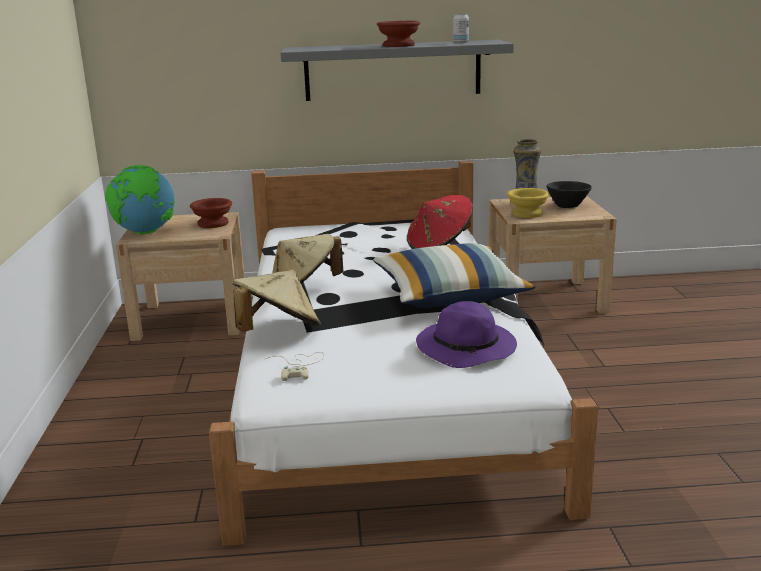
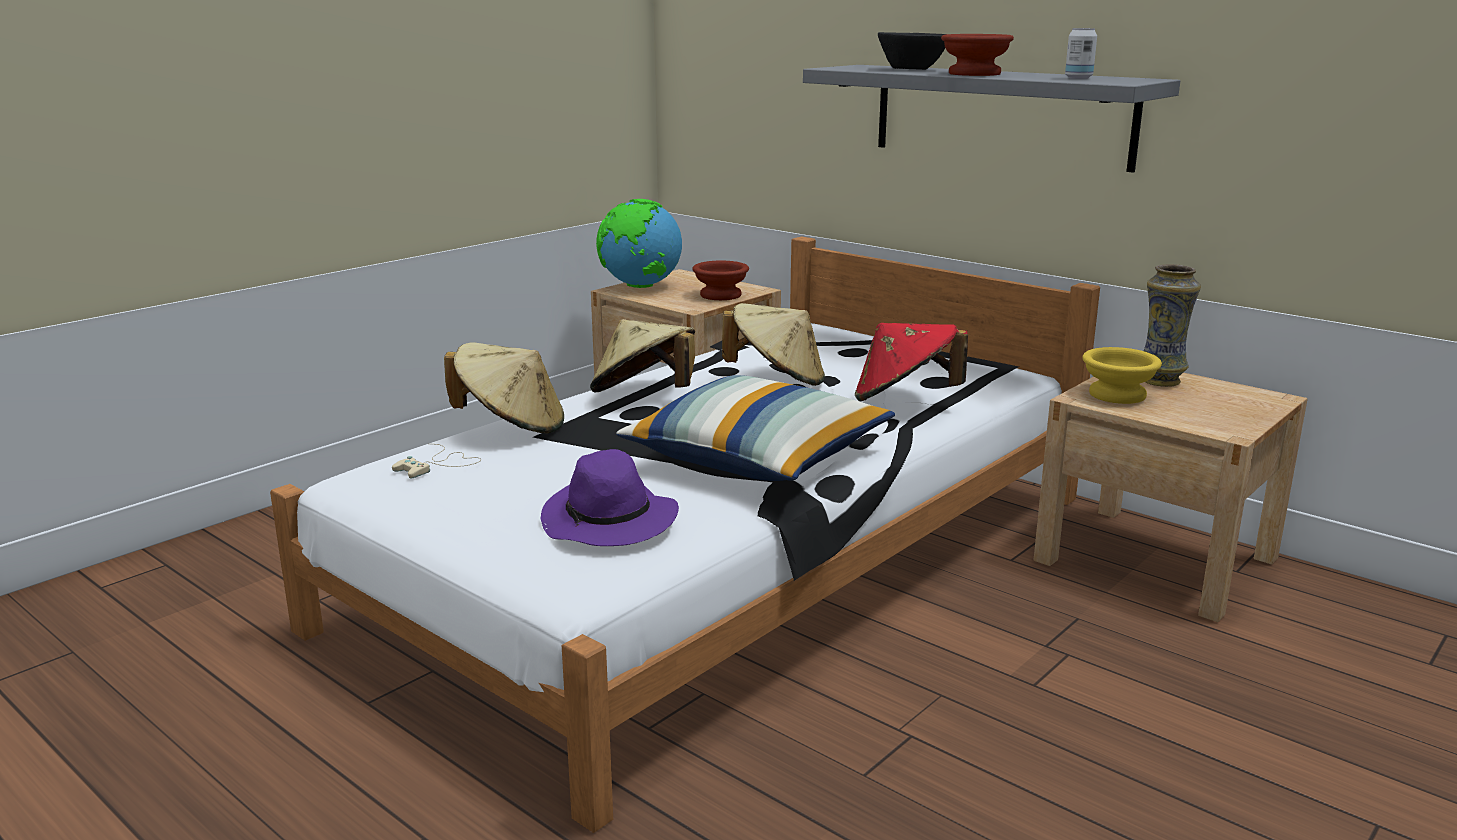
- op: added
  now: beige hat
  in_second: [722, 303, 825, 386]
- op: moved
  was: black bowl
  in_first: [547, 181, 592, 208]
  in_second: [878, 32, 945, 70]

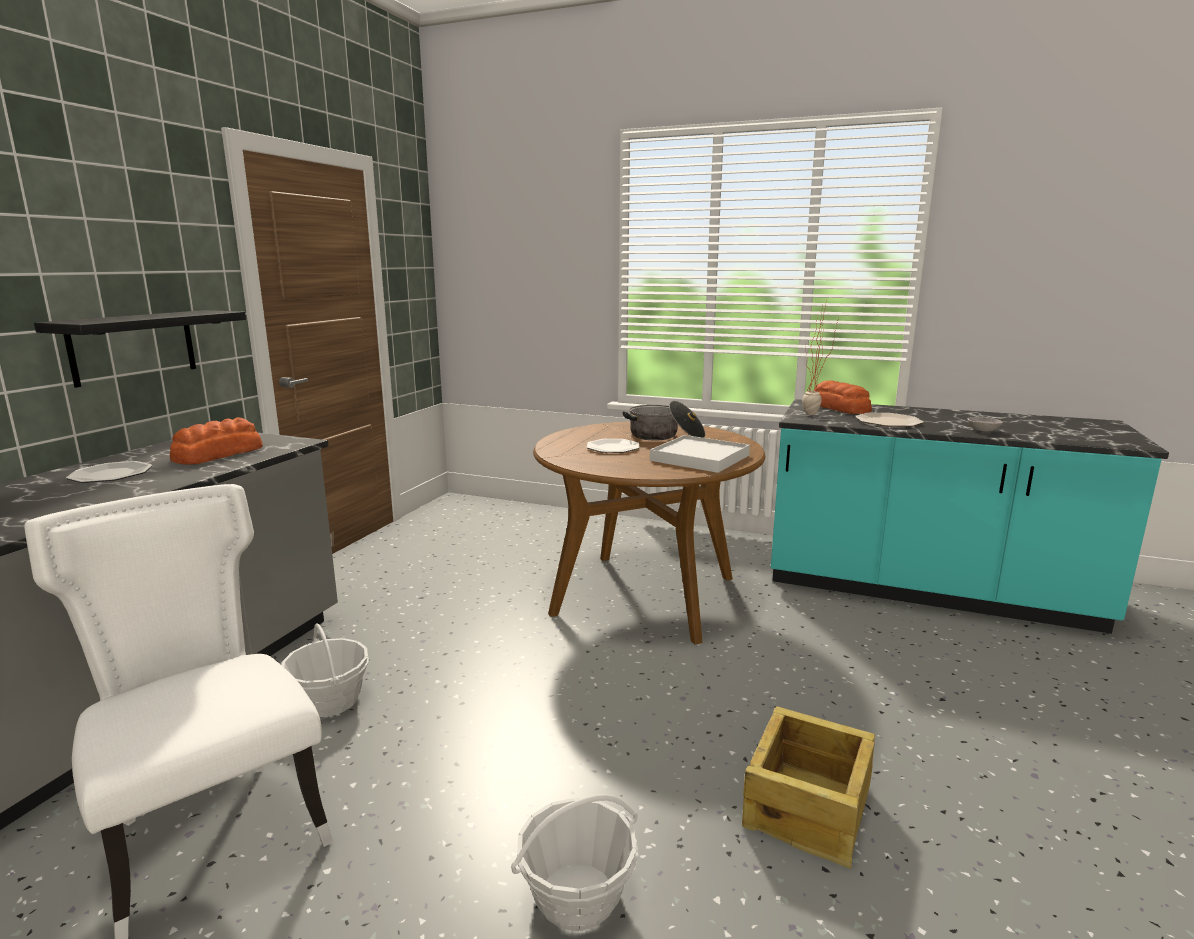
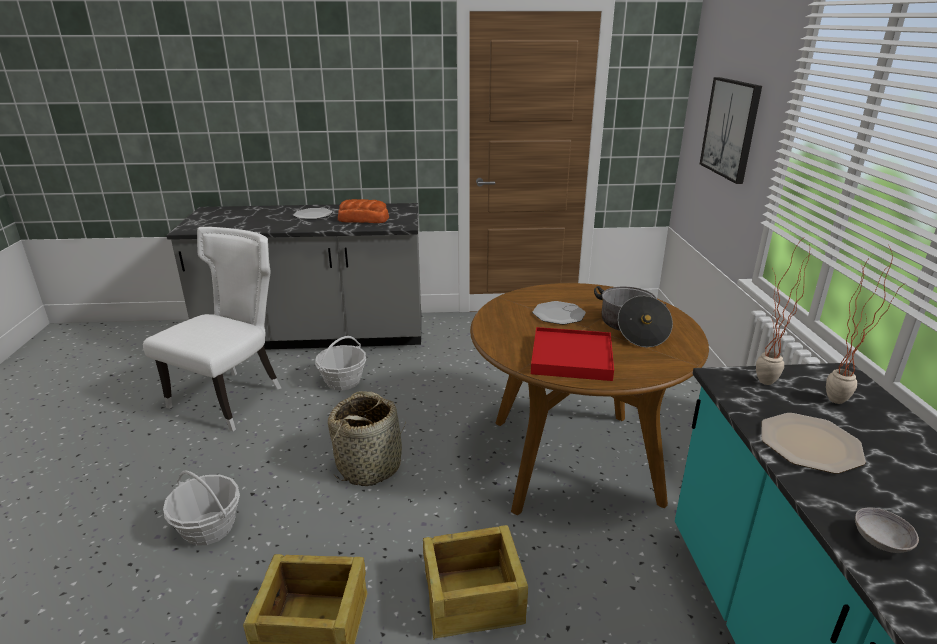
- op: added
  now: basket
  in_second: [328, 391, 406, 486]
- op: added
  now: crate
  in_second: [423, 525, 528, 640]
- op: recoloured
  was: white tray
  now: red tray
  in_first: [650, 435, 750, 473]
  in_second: [531, 327, 614, 381]
- op: added
  now: picture
  in_second: [700, 77, 762, 184]
- op: replaced
  was: bread
  now: potted plant
  in_first: [815, 381, 872, 414]
  in_second: [826, 249, 907, 404]
- op: removed
  was: black shelf
  in_first: [34, 310, 246, 388]

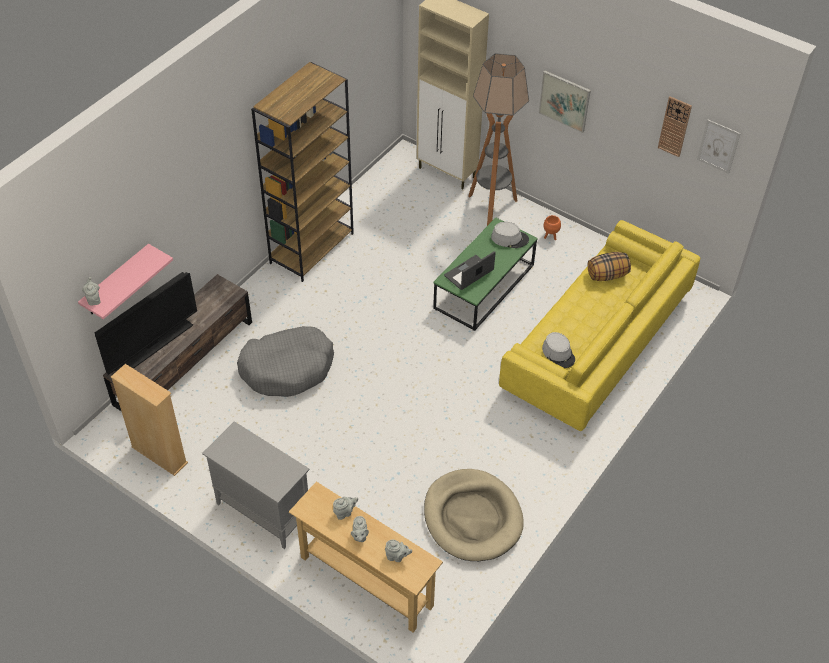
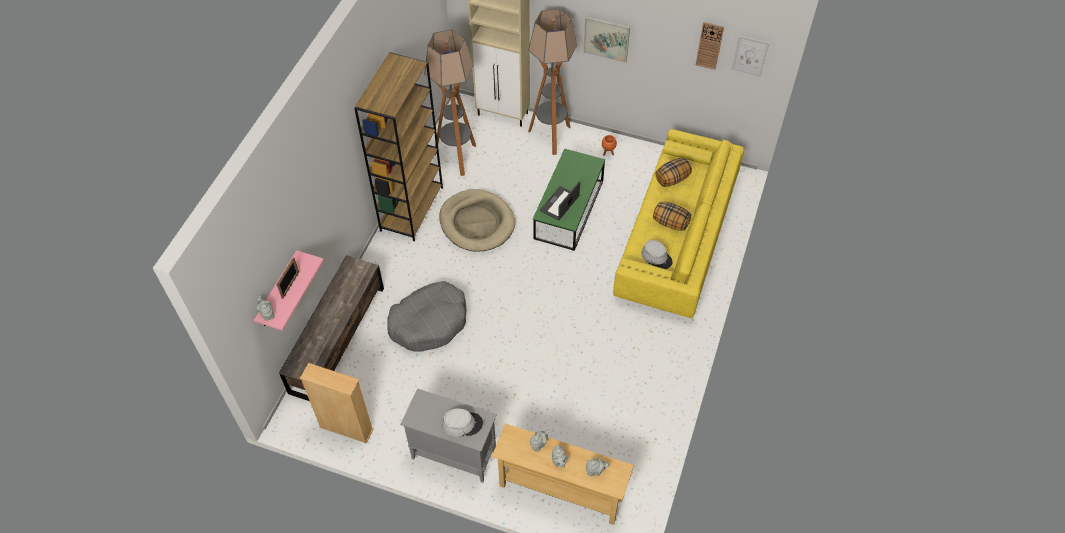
- op: added
  now: picture frame
  in_second: [276, 258, 299, 299]
- op: added
  now: floor lamp
  in_second: [424, 29, 476, 176]
- op: moved
  was: beige dog bed
  in_first: [424, 469, 524, 561]
  in_second: [439, 189, 515, 252]
- op: moved
  was: grey hat
  in_first: [491, 222, 529, 248]
  in_second: [442, 408, 483, 437]
- op: added
  now: pillow
  in_second: [653, 201, 691, 231]
- op: removed
  was: television
  in_first: [95, 272, 197, 375]

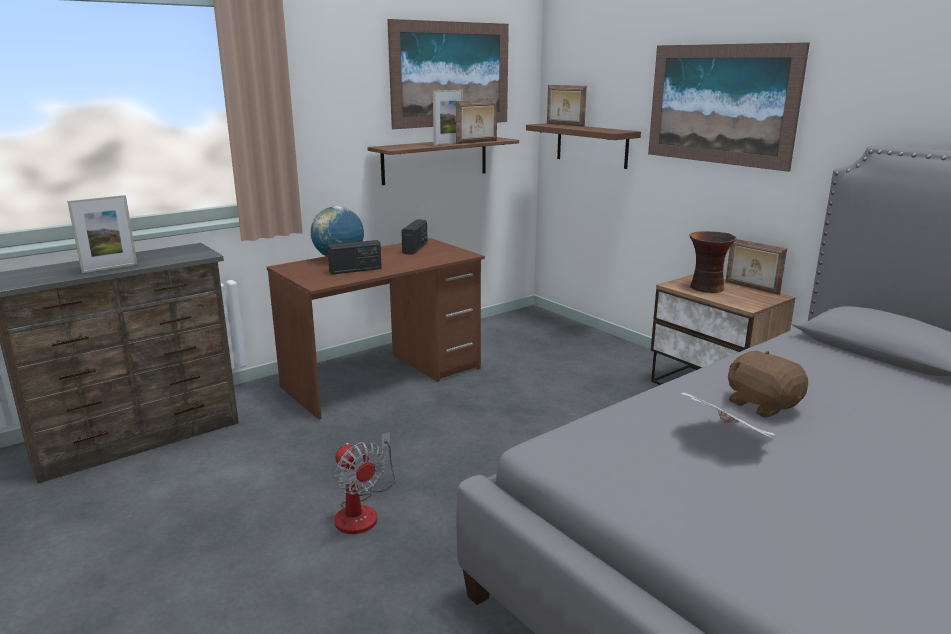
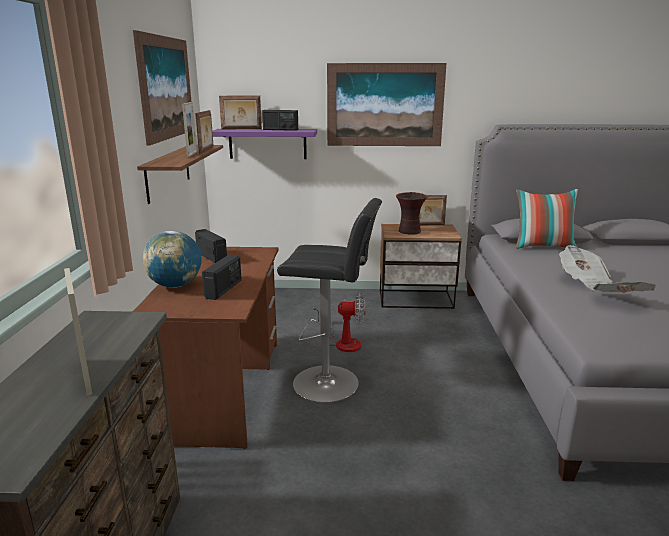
- op: turned
  was: picture frame
  in_first: [67, 195, 138, 273]
  in_second: [64, 268, 92, 395]
  clockwise: 150
- op: recoloured
  was: brown shelf
  now: purple shelf
  in_first: [526, 123, 641, 169]
  in_second: [212, 129, 317, 159]
- op: added
  now: radio
  in_second: [262, 110, 298, 131]
- op: added
  now: black stool
  in_second: [277, 198, 382, 403]
- op: moved
  was: fan
  in_first: [334, 432, 395, 534]
  in_second: [313, 293, 365, 352]
- op: added
  now: pillow
  in_second: [516, 189, 578, 249]
- op: replaced
  was: brown plush toy
  now: newspaper
  in_first: [728, 351, 808, 418]
  in_second: [559, 245, 612, 291]

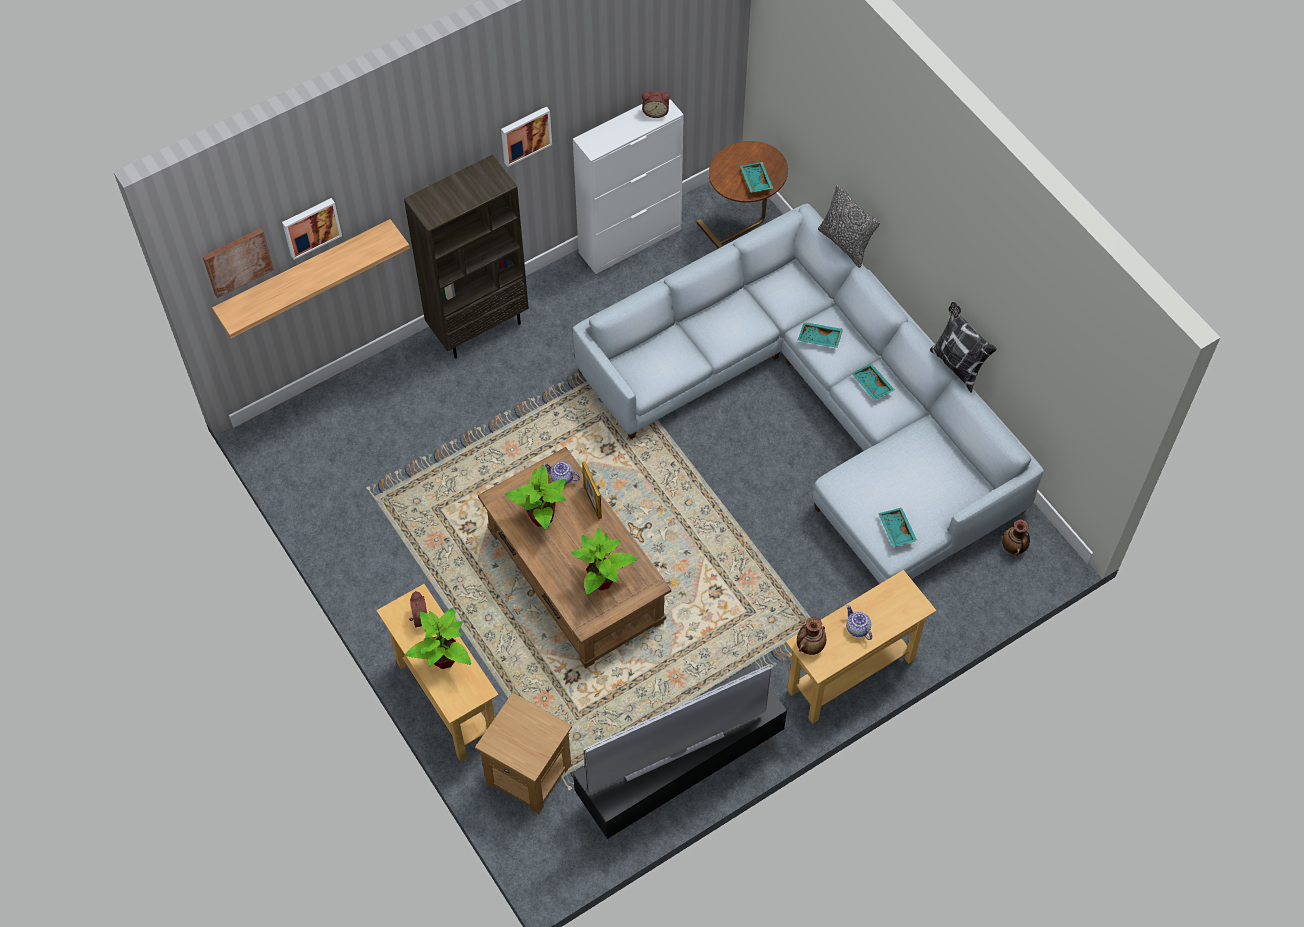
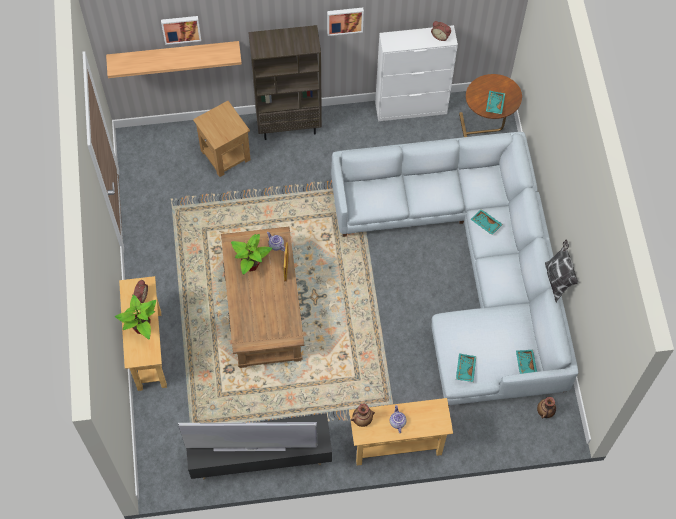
- op: moved
  was: brown side table
  in_first: [475, 693, 572, 814]
  in_second: [193, 101, 251, 177]
- op: moved
  was: turquoise tray
  in_first: [851, 363, 895, 400]
  in_second: [516, 350, 537, 374]
- op: removed
  was: picture
  in_first: [202, 228, 274, 298]
- op: removed
  was: potted plant
  in_first: [571, 528, 638, 595]
- op: removed
  was: pillow
  in_first: [818, 184, 880, 268]

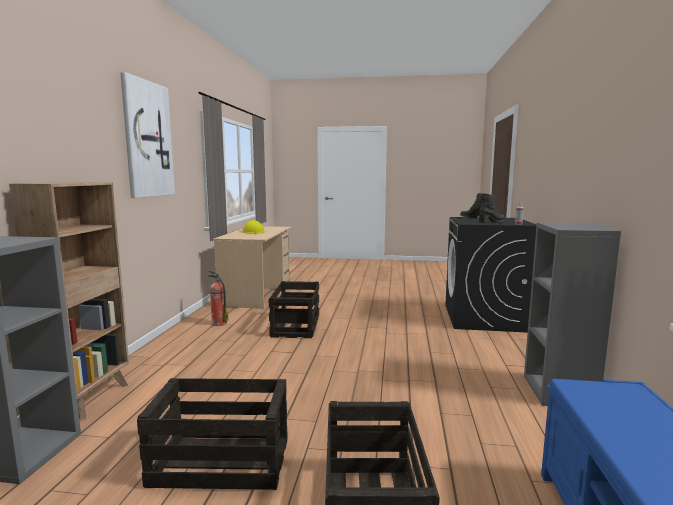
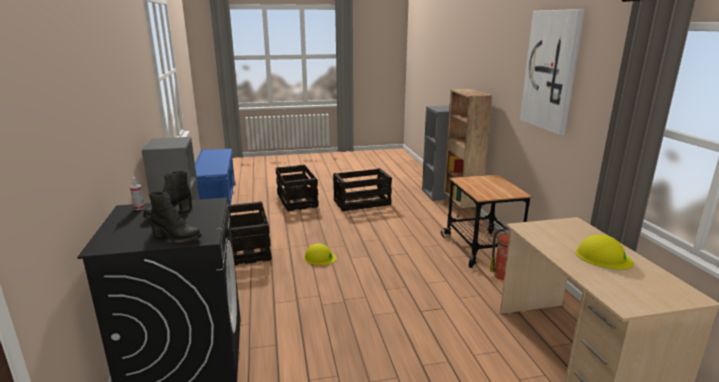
- op: moved
  was: crate
  in_first: [269, 281, 319, 338]
  in_second: [228, 201, 271, 265]
- op: added
  now: yellow hard hat
  in_second: [304, 243, 337, 265]
- op: added
  now: cart
  in_second: [441, 174, 532, 268]

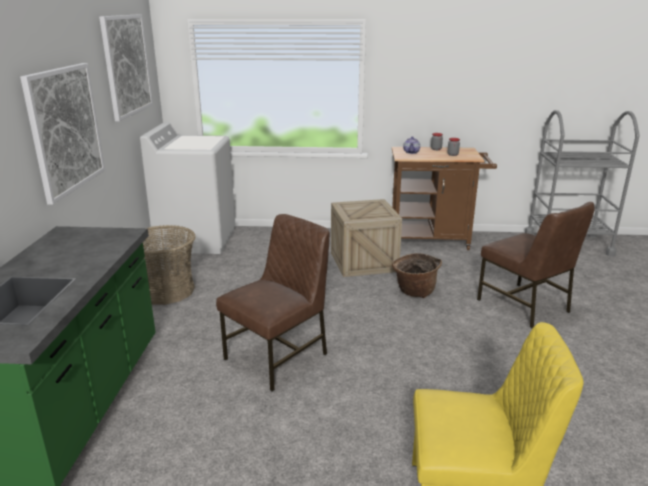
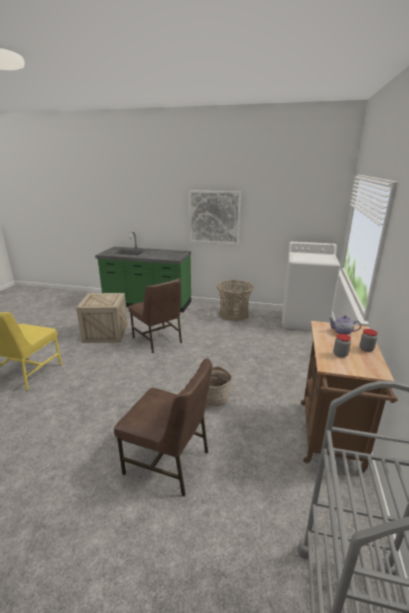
- op: moved
  was: crate
  in_first: [331, 199, 402, 277]
  in_second: [76, 293, 128, 343]
- op: turned
  was: brown chair
  in_first: [477, 202, 595, 328]
  in_second: [114, 358, 212, 497]
  clockwise: -135
- op: removed
  was: picture
  in_first: [99, 14, 153, 121]

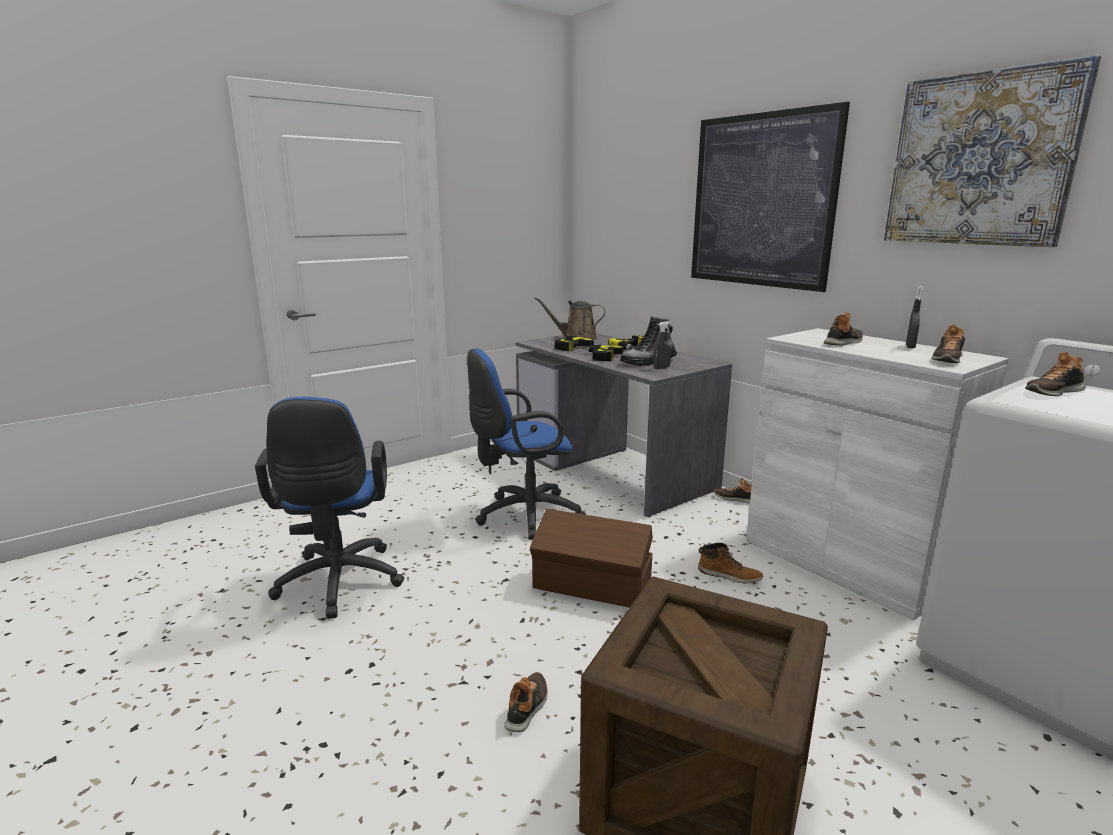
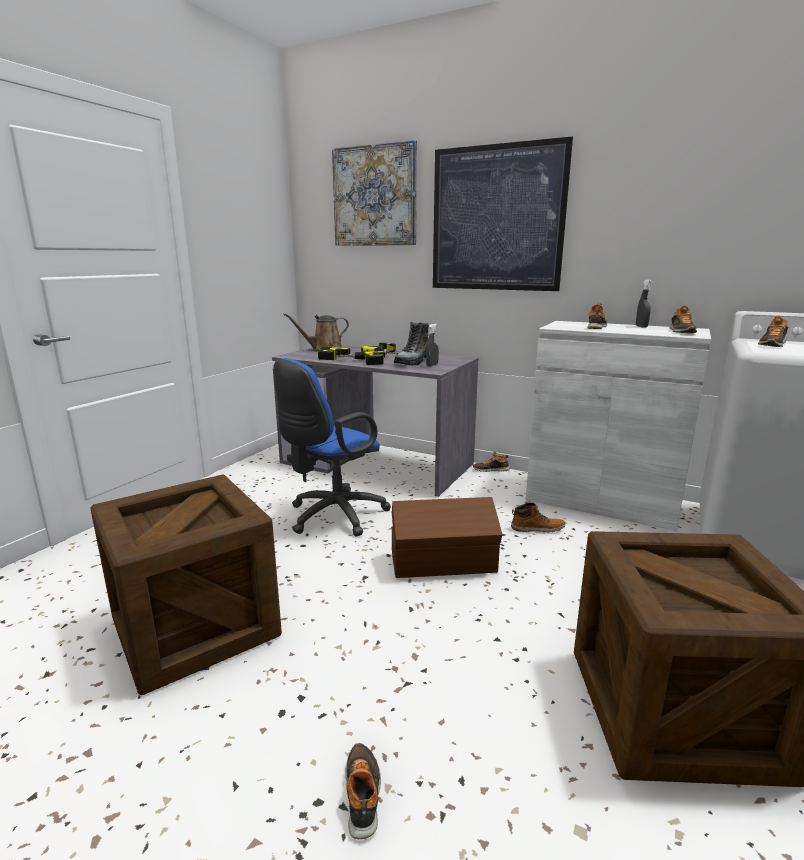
- op: replaced
  was: blue office chair
  now: crate
  in_first: [255, 397, 404, 619]
  in_second: [90, 474, 282, 695]
- op: moved
  was: picture
  in_first: [884, 55, 1101, 247]
  in_second: [332, 140, 417, 246]
- op: moved
  was: shoe
  in_first: [504, 672, 548, 732]
  in_second: [345, 743, 381, 839]

